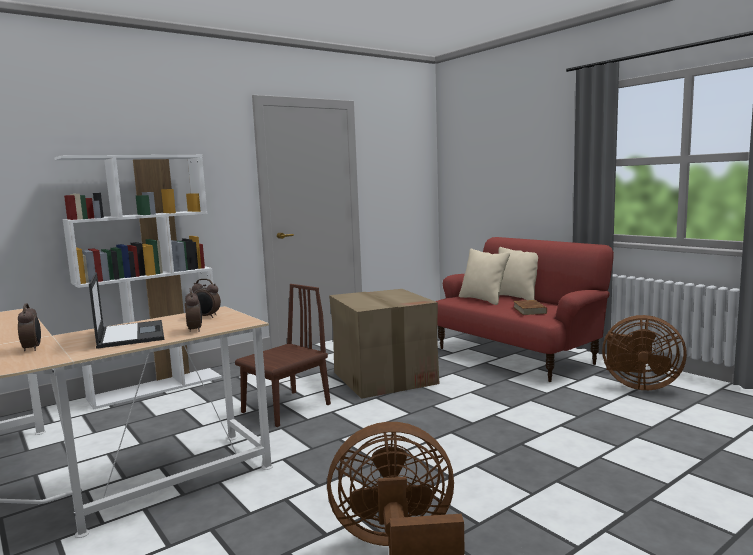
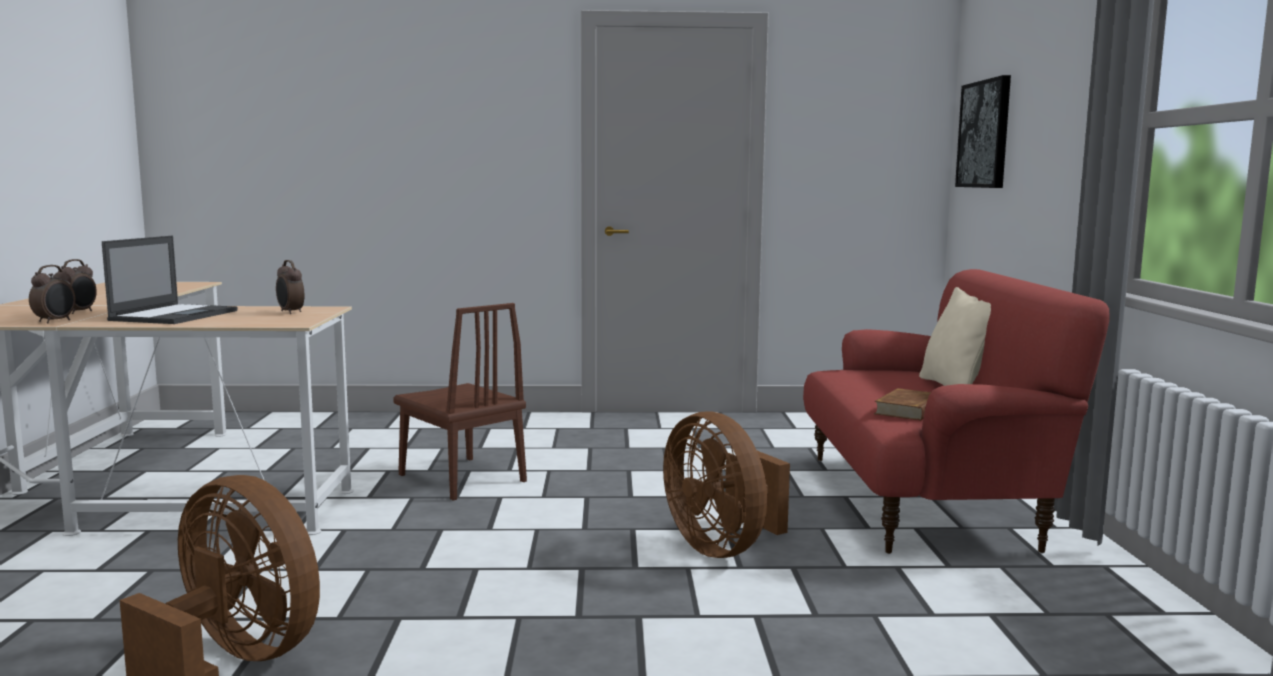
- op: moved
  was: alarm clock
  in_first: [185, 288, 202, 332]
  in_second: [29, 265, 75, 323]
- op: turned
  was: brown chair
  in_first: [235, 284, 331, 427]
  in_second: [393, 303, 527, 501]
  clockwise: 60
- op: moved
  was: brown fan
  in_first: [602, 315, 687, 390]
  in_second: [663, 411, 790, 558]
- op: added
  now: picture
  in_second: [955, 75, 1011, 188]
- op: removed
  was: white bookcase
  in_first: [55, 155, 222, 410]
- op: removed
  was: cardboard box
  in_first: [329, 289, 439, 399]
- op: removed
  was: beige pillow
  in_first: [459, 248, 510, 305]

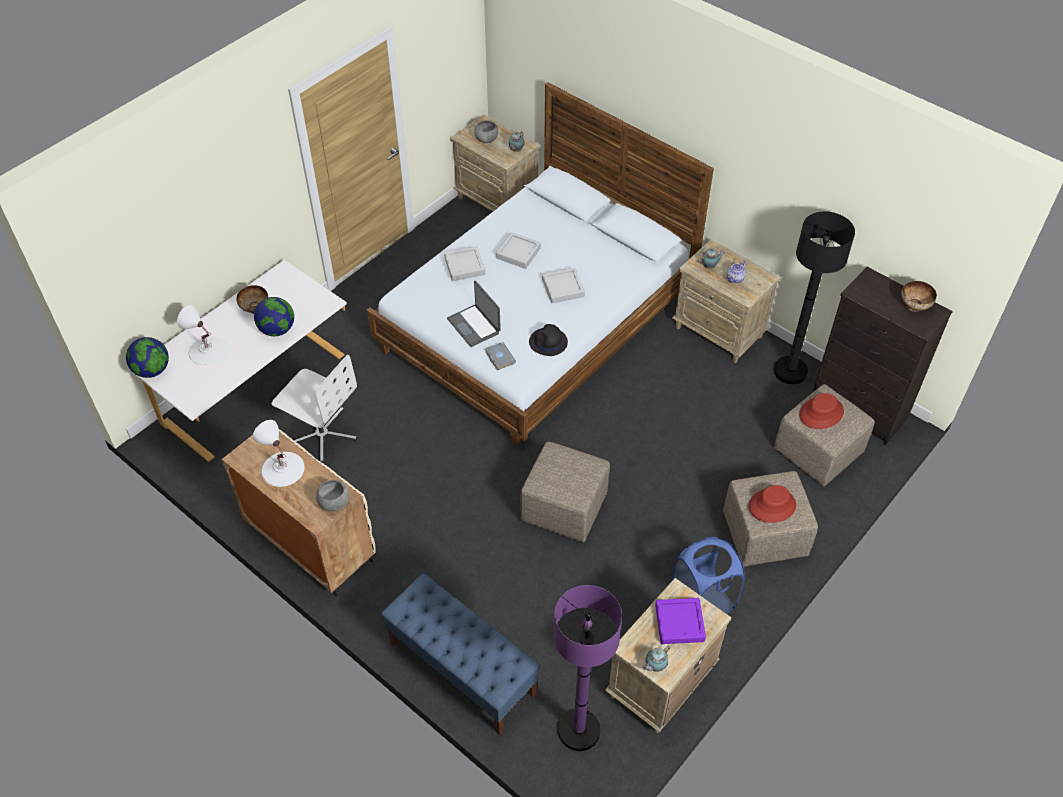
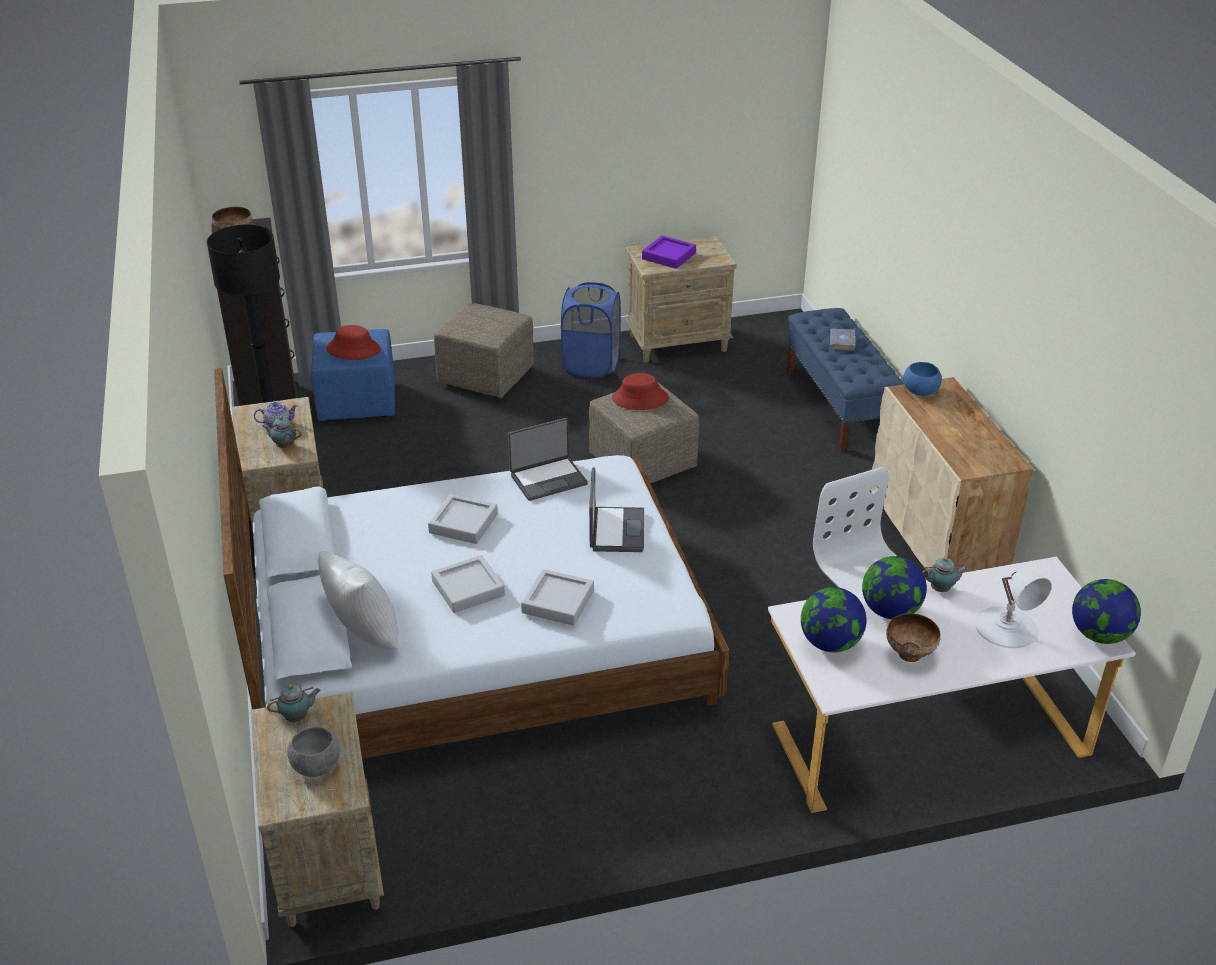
- op: recoloured
  was: beige ottoman
  now: blue ottoman
  in_first: [774, 384, 875, 486]
  in_second: [310, 329, 395, 421]
- op: added
  now: white pillow
  in_second: [318, 551, 398, 649]
- op: replaced
  was: black hat
  now: laptop
  in_first: [529, 324, 568, 356]
  in_second: [508, 418, 588, 501]
- op: moved
  was: red hat
  in_first: [749, 485, 796, 523]
  in_second: [612, 373, 669, 410]
- op: added
  now: globe
  in_second: [801, 587, 867, 652]
- op: moved
  was: grey book
  in_first: [485, 342, 516, 370]
  in_second: [830, 328, 856, 351]
- op: recoloured
  was: grey bowl
  now: blue bowl
  in_first: [316, 480, 349, 512]
  in_second: [903, 362, 942, 396]
- op: moved
  was: teapot
  in_first: [643, 646, 670, 672]
  in_second: [922, 557, 968, 592]
- op: removed
  was: white table lamp
  in_first: [253, 420, 305, 487]
- op: removed
  was: purple floor lamp
  in_first: [554, 585, 622, 751]

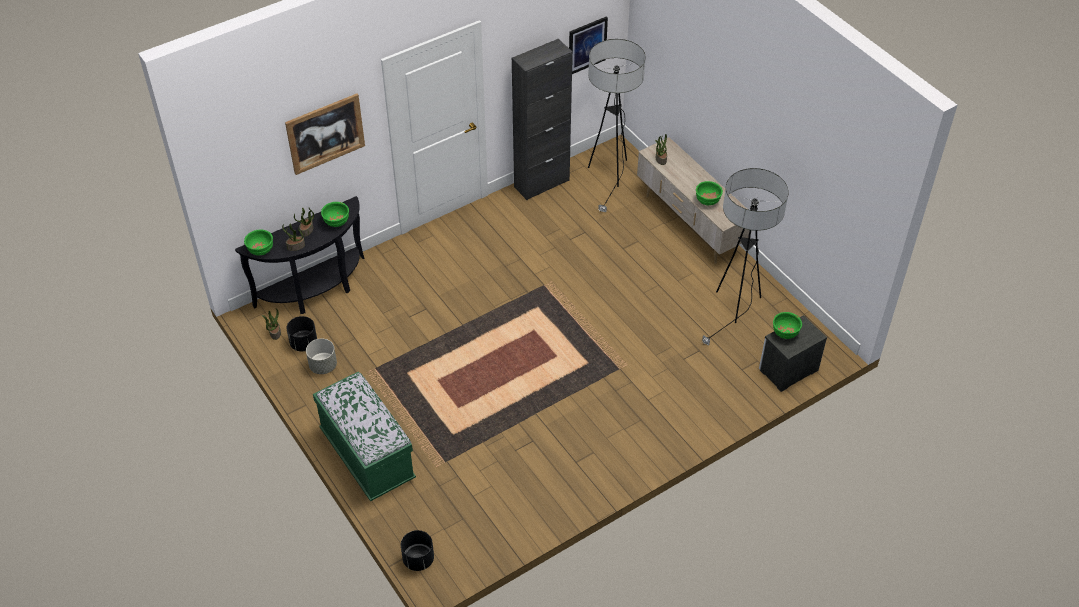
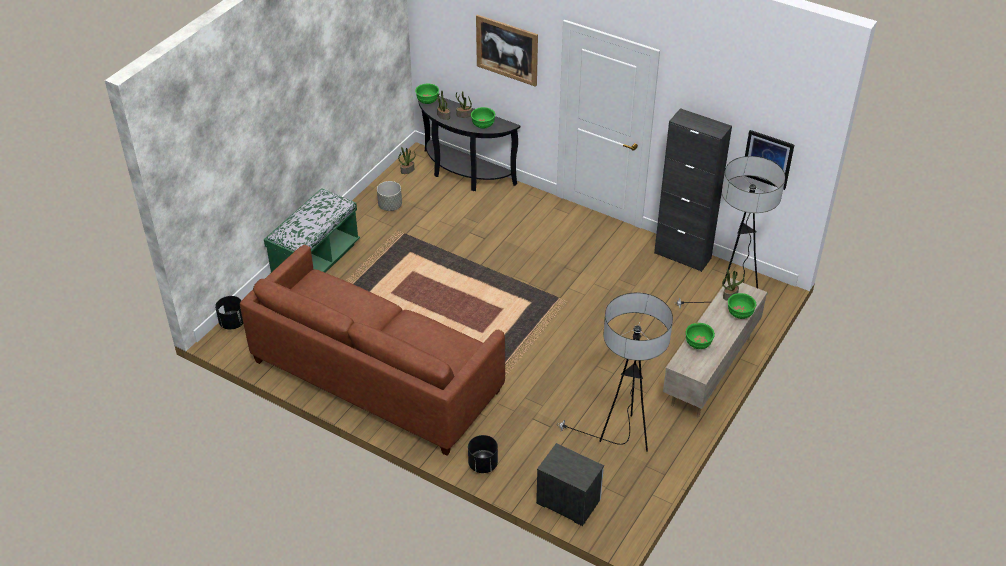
- op: added
  now: brown sofa
  in_second: [240, 245, 505, 456]
- op: moved
  was: black planter
  in_first: [286, 316, 317, 352]
  in_second: [468, 435, 498, 473]
- op: moved
  was: green bowl
  in_first: [773, 312, 802, 339]
  in_second: [728, 293, 756, 319]

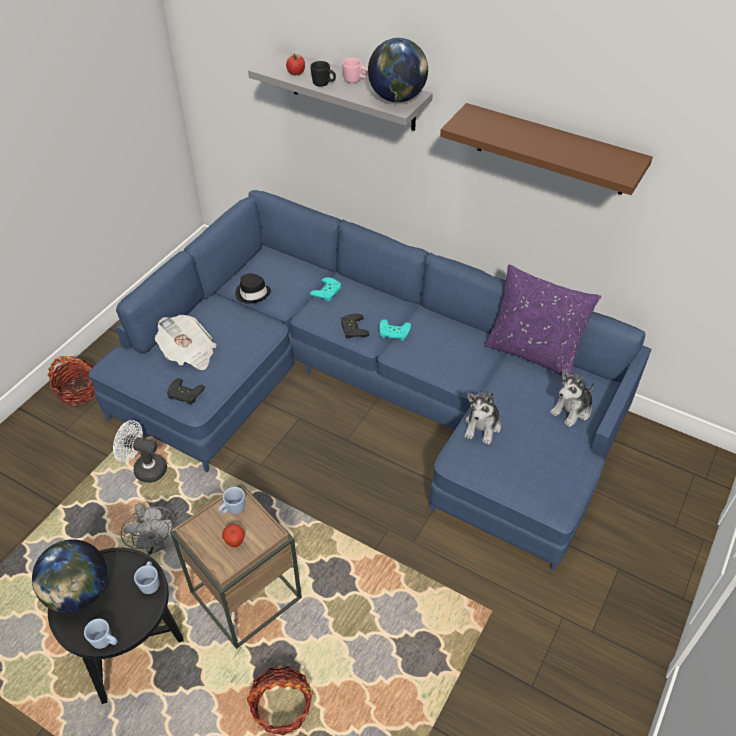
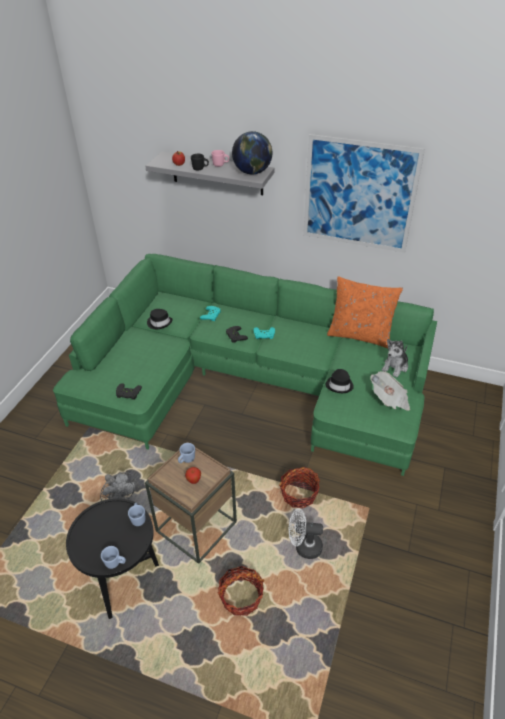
- op: recoloured
  was: blue sofa
  now: green sofa
  in_first: [89, 190, 651, 571]
  in_second: [53, 254, 437, 476]
- op: moved
  was: basket
  in_first: [48, 356, 96, 406]
  in_second: [279, 467, 320, 508]
- op: moved
  was: white fan
  in_first: [113, 420, 167, 483]
  in_second: [289, 508, 323, 559]
- op: replaced
  was: brown shelf
  now: picture
  in_first: [440, 103, 653, 195]
  in_second: [303, 134, 425, 253]
- op: replaced
  was: plush toy
  now: black hat
  in_first: [464, 391, 501, 445]
  in_second: [325, 369, 354, 393]
- op: recoloured
  was: purple pillow
  now: orange pillow
  in_first: [484, 265, 601, 375]
  in_second: [327, 277, 403, 348]
- op: moved
  was: newspaper
  in_first: [155, 315, 216, 370]
  in_second: [370, 371, 410, 411]
- op: removed
  was: globe
  in_first: [32, 539, 107, 613]

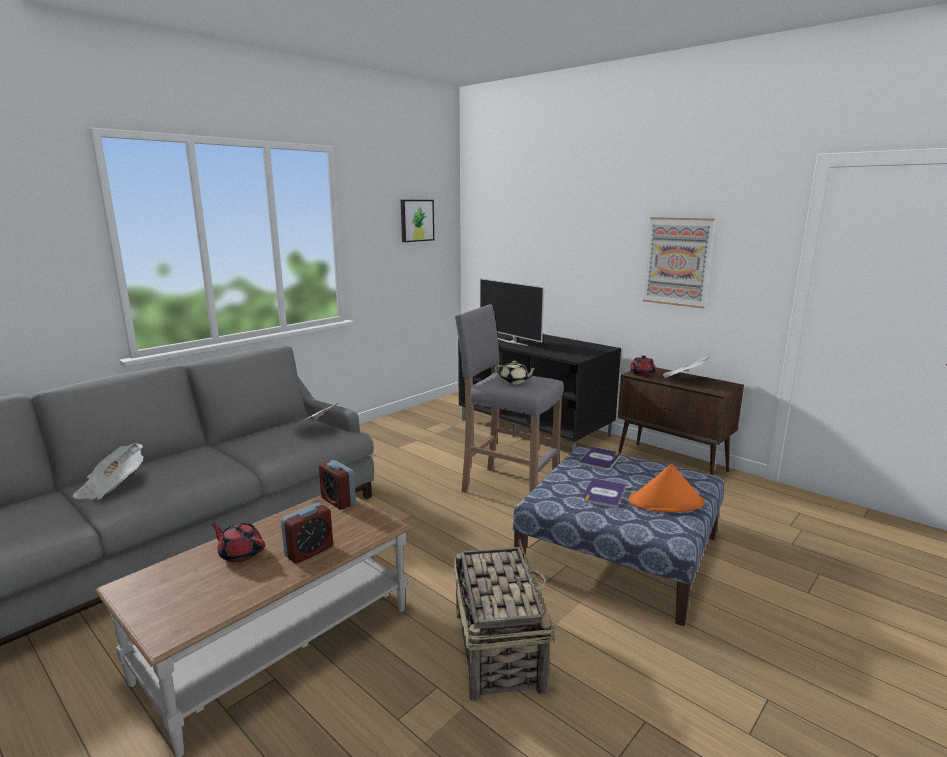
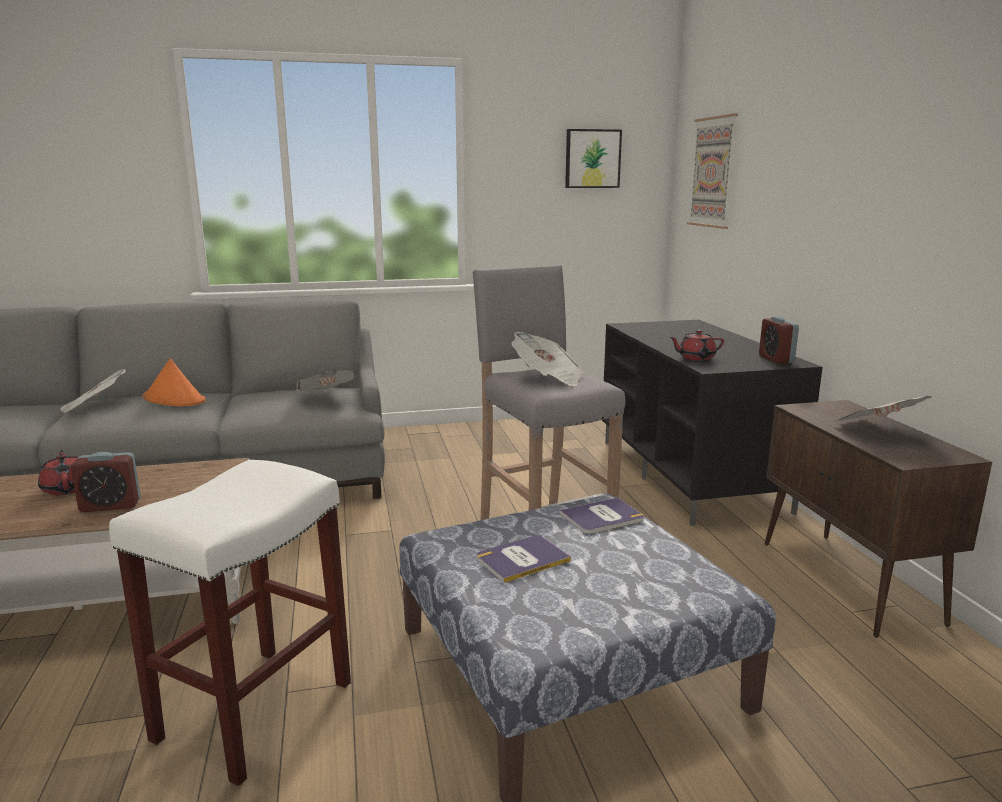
- op: replaced
  was: basket
  now: white stool
  in_first: [454, 539, 555, 701]
  in_second: [109, 460, 351, 786]
- op: moved
  was: orange hat
  in_first: [629, 464, 704, 512]
  in_second: [143, 358, 205, 406]
- op: replaced
  was: beige teapot
  now: newspaper
  in_first: [495, 361, 536, 384]
  in_second: [511, 332, 584, 386]
- op: moved
  was: red teapot
  in_first: [630, 356, 655, 376]
  in_second: [669, 330, 724, 361]
- op: moved
  was: picture
  in_first: [643, 217, 714, 308]
  in_second: [687, 113, 738, 229]
- op: moved
  was: alarm clock
  in_first: [319, 460, 356, 510]
  in_second: [759, 316, 799, 364]
- op: removed
  was: television
  in_first: [480, 278, 544, 346]

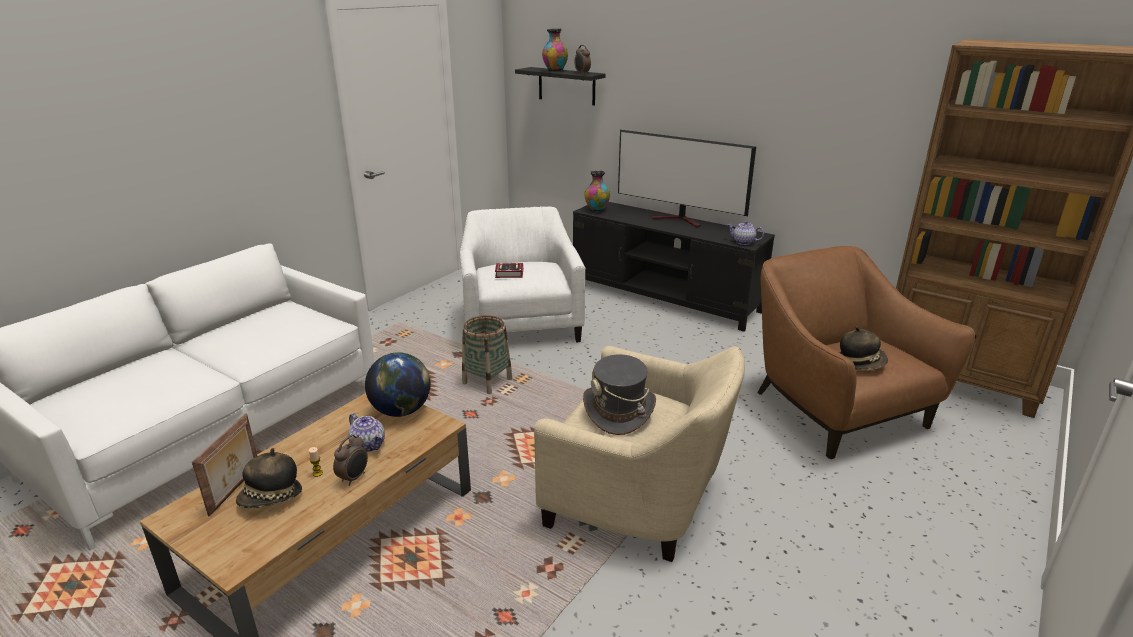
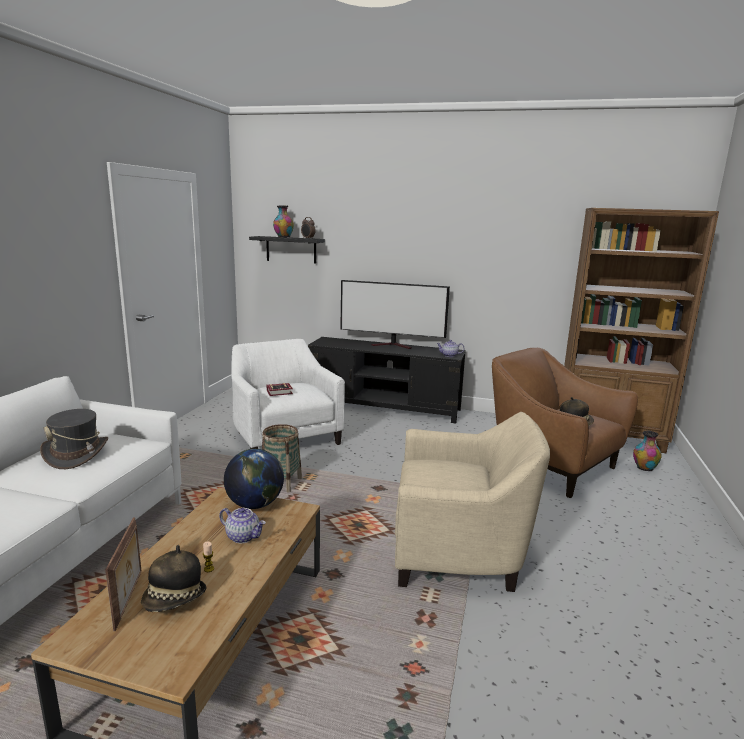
- op: moved
  was: grey hat
  in_first: [583, 354, 656, 435]
  in_second: [40, 409, 108, 469]
- op: moved
  was: vase
  in_first: [584, 171, 610, 212]
  in_second: [633, 431, 661, 471]
- op: removed
  was: alarm clock
  in_first: [333, 434, 368, 486]

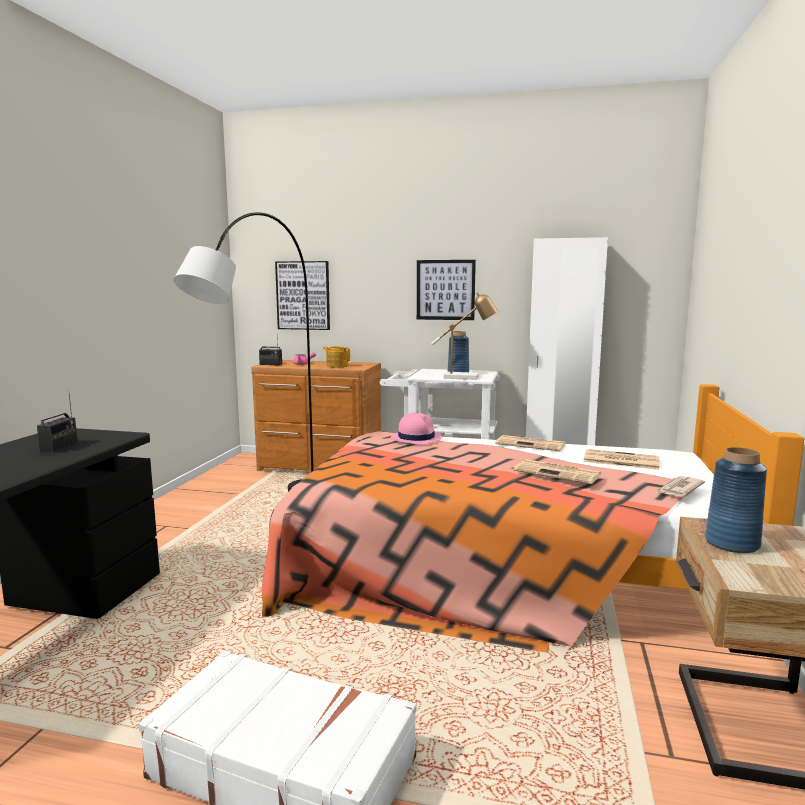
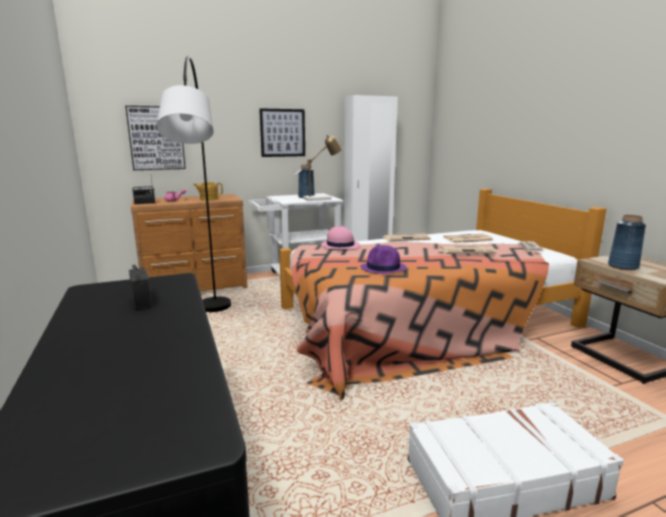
- op: added
  now: purple hat
  in_second: [360, 245, 407, 274]

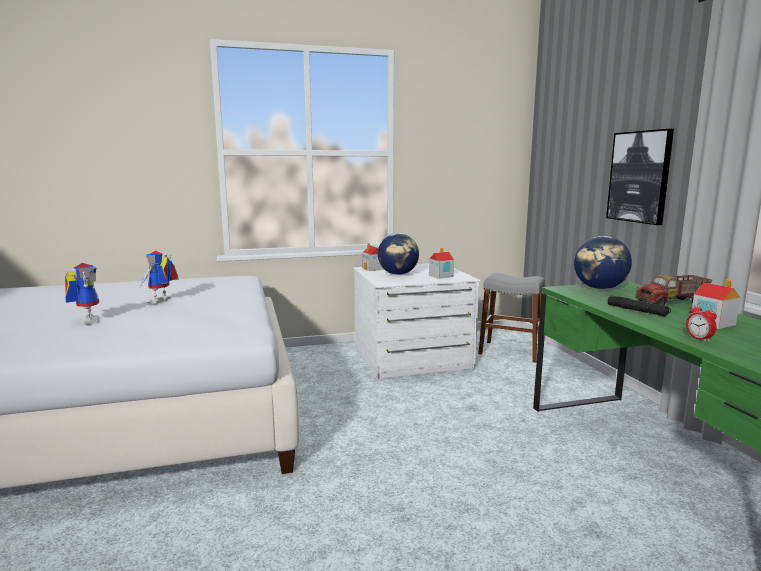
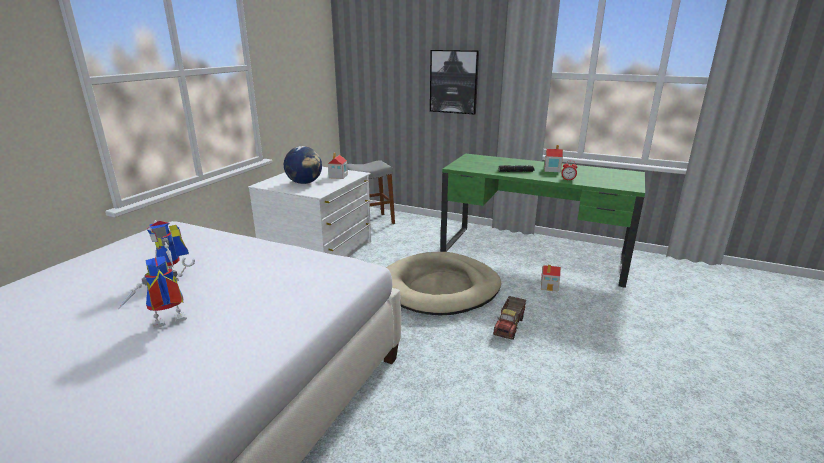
- op: turned
  was: toy robot
  in_first: [65, 263, 99, 324]
  in_second: [119, 256, 195, 329]
  clockwise: -45
- op: added
  now: beige dog bed
  in_second: [386, 252, 501, 316]
- op: moved
  was: toy truck
  in_first: [635, 275, 712, 305]
  in_second: [493, 296, 526, 340]
- op: moved
  was: toy house
  in_first: [362, 243, 384, 271]
  in_second: [541, 265, 561, 291]
- op: removed
  was: globe
  in_first: [574, 236, 632, 289]

